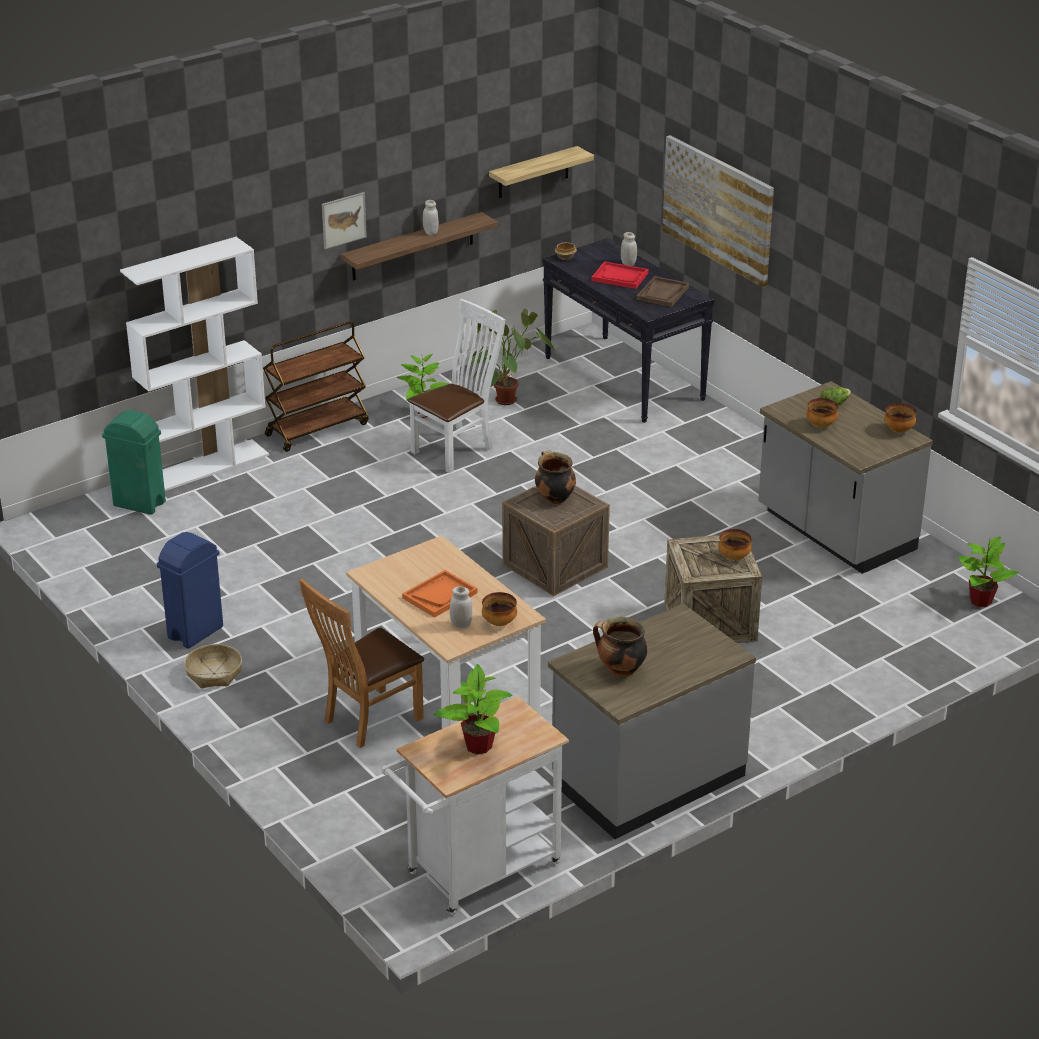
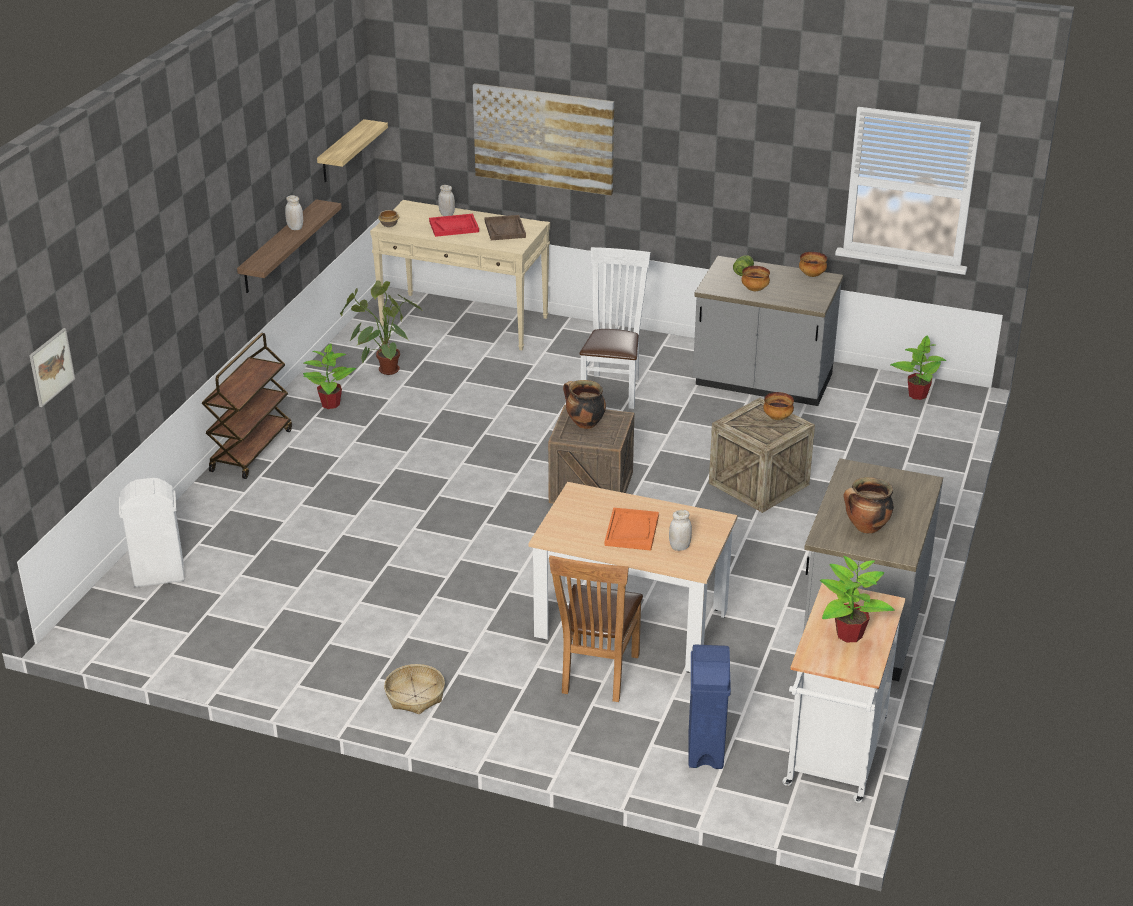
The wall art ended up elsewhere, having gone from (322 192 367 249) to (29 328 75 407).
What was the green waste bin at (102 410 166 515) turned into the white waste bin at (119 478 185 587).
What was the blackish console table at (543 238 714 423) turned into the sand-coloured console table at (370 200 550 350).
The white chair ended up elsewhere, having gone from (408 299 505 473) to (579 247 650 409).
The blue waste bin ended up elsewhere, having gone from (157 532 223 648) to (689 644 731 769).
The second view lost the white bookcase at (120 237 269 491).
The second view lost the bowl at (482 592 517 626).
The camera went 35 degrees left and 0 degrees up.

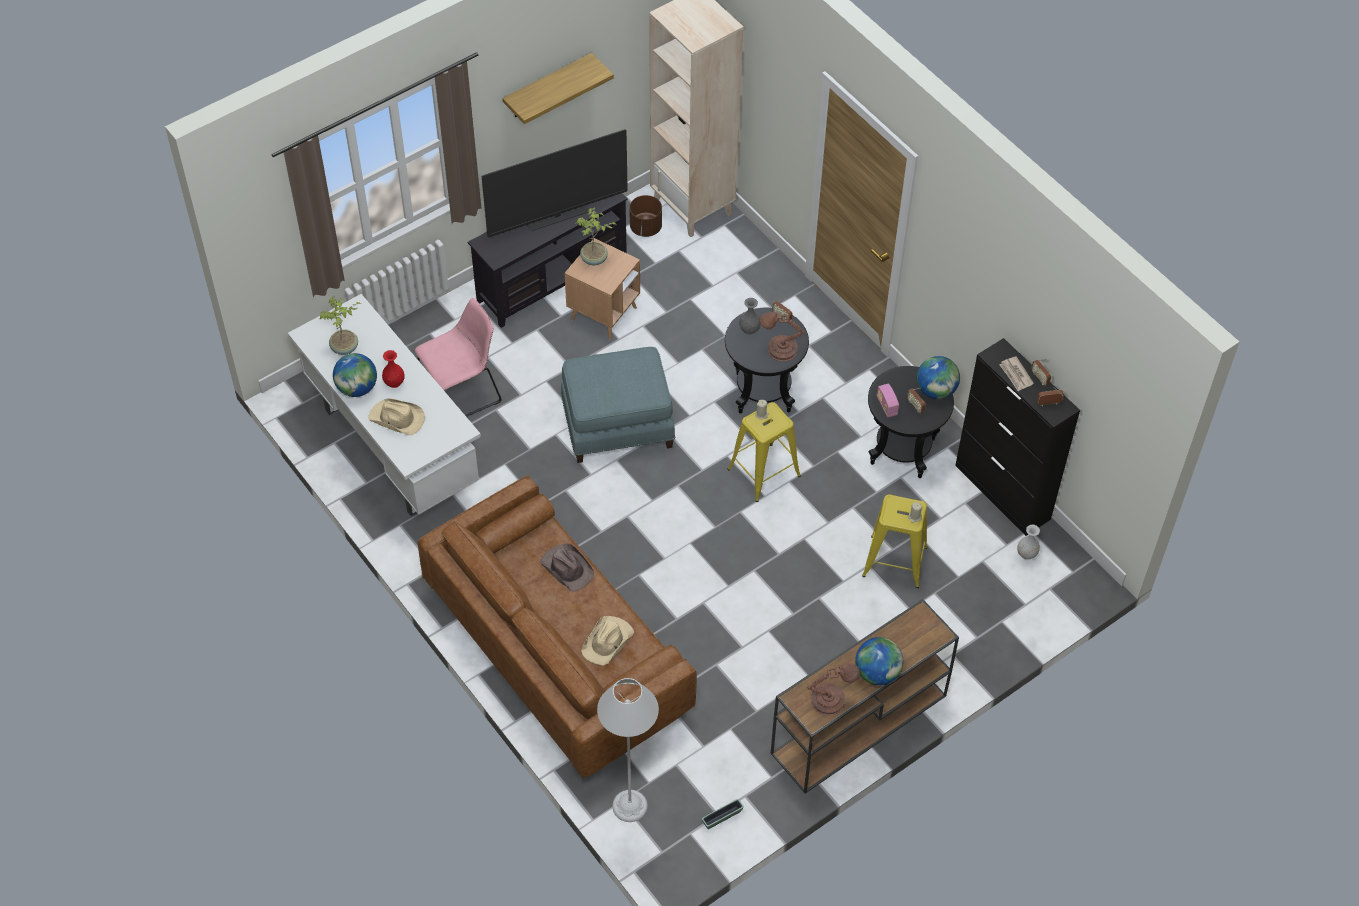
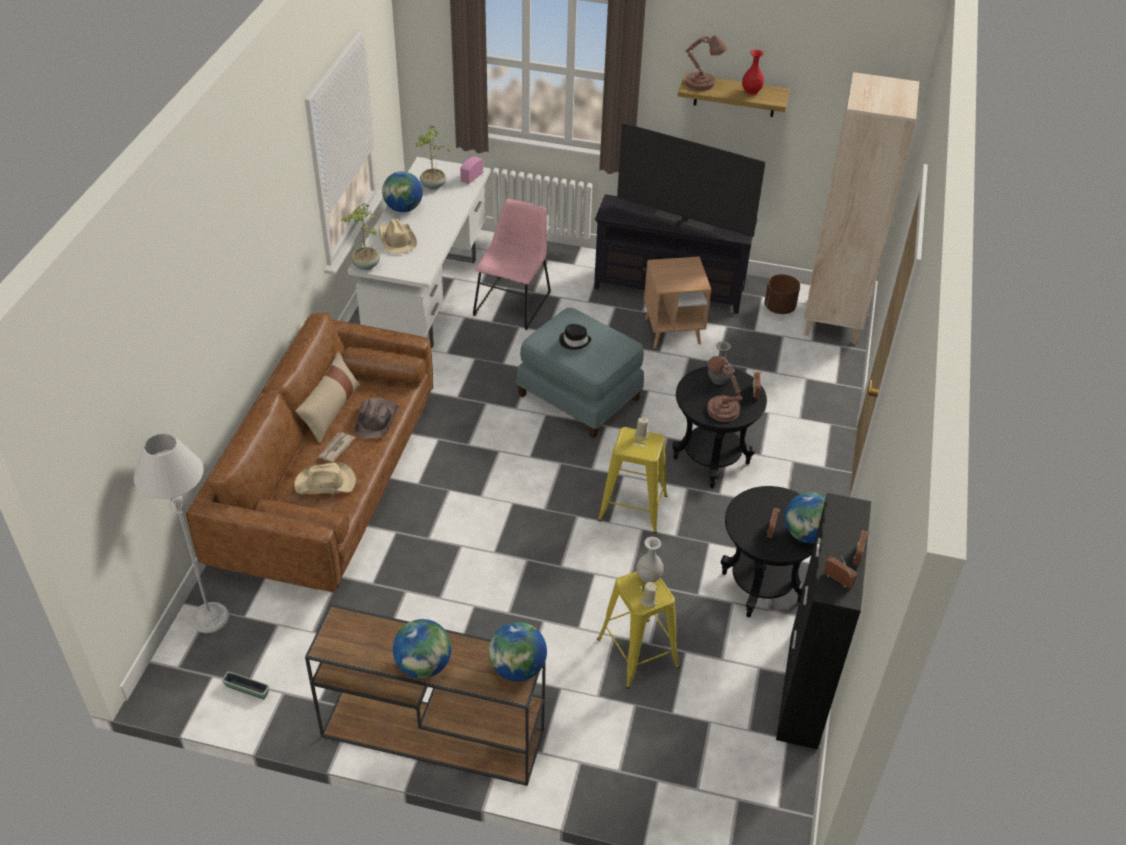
The second view gained the sand-coloured throw pillow at (295 352 360 444).
The newspaper ended up elsewhere, having gone from (999 356 1034 391) to (318 432 356 462).
The potted plant ended up elsewhere, having gone from (576 207 617 265) to (341 203 380 270).
The radio set ended up elsewhere, having gone from (877 384 899 418) to (460 156 483 184).
The pinkish chair at (415 298 502 417) ended up facing another way, 90 degrees counterclockwise from before.
The second view gained the desk globe at (489 622 547 681).
The second view gained the blackish wearable hat at (559 324 591 350).
The white vase ended up elsewhere, having gone from (1017 525 1040 560) to (636 537 664 583).
The brownish lamp for a table ended up elsewhere, having gone from (807 663 860 716) to (685 35 727 91).
The red-coloured vase ended up elsewhere, having gone from (382 350 405 388) to (742 50 764 95).
The camera went 50 degrees right and 10 degrees down.

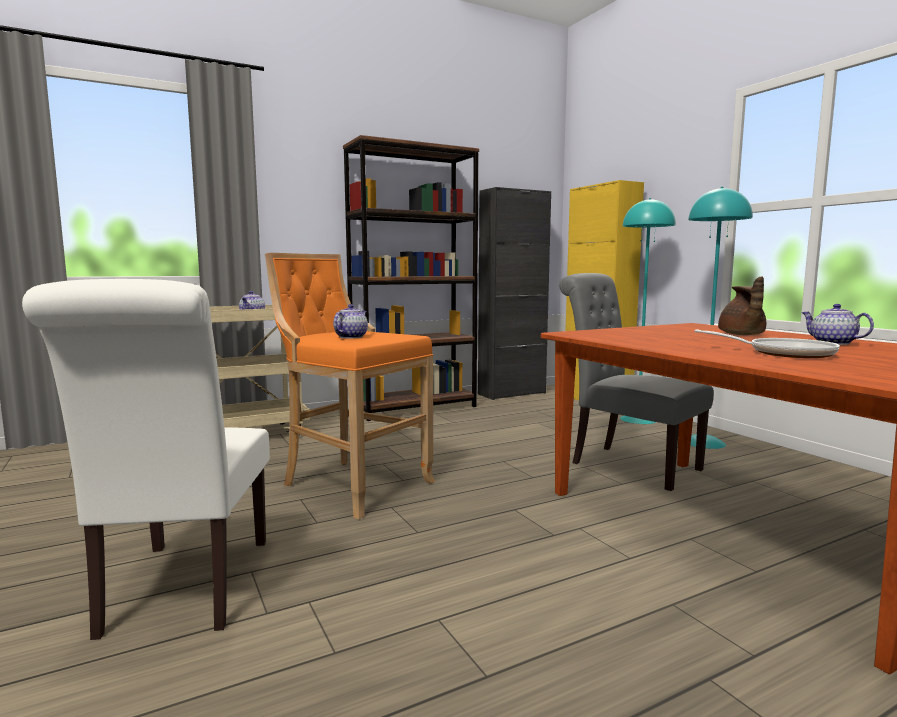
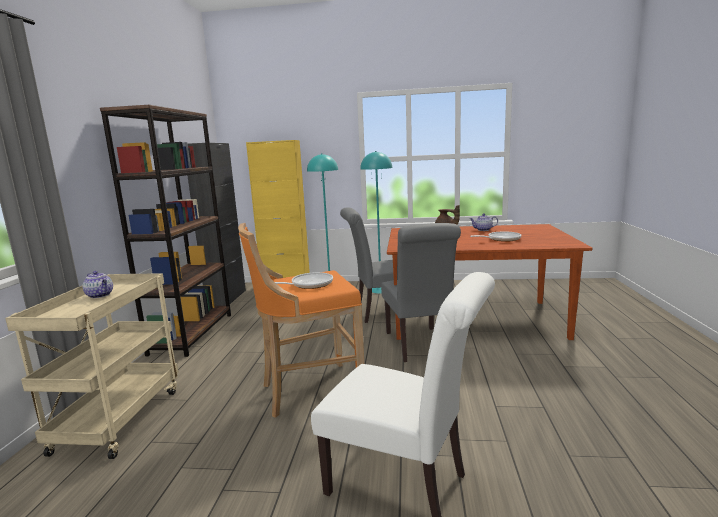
Where the teapot stood at (333 304 368 339), the pan came to stand at (275 272 333 289).
The second view gained the gray chair at (381 223 461 362).
The camera went 55 degrees left and 5 degrees up.

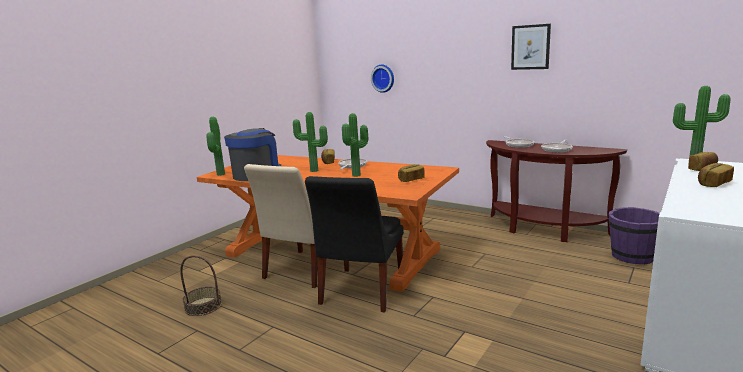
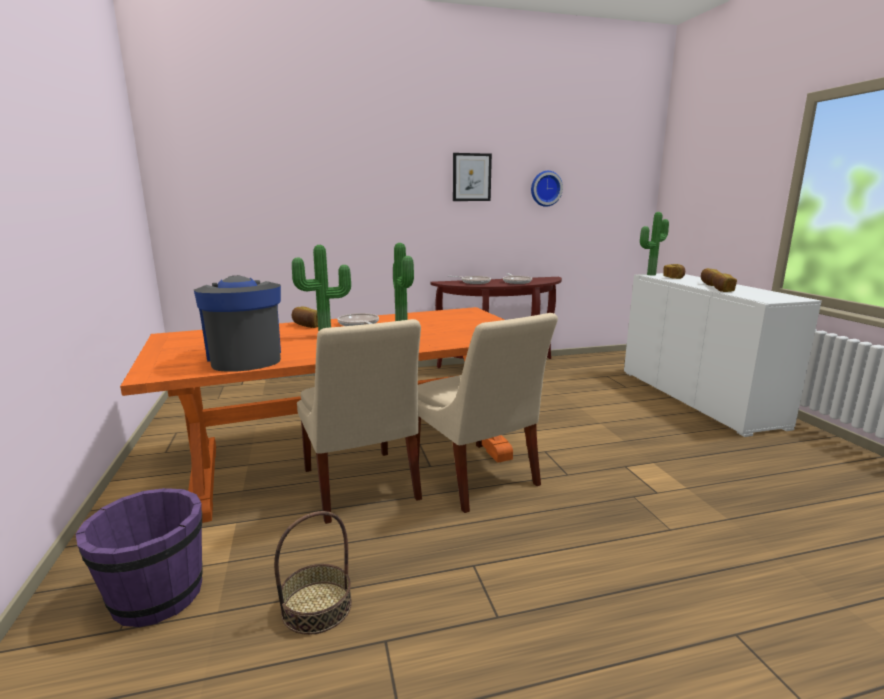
The purplish pail ended up elsewhere, having gone from (608 207 660 265) to (76 488 203 627).
What was the blackish chair at (305 176 404 312) turned into the sand-coloured chair at (417 313 558 513).
The wall clock ended up elsewhere, having gone from (371 65 394 93) to (531 171 563 207).
The baked bread ended up elsewhere, having gone from (398 164 425 182) to (712 273 737 292).
The second view lost the potted plant at (206 117 225 176).
The camera went 50 degrees left and 0 degrees up.

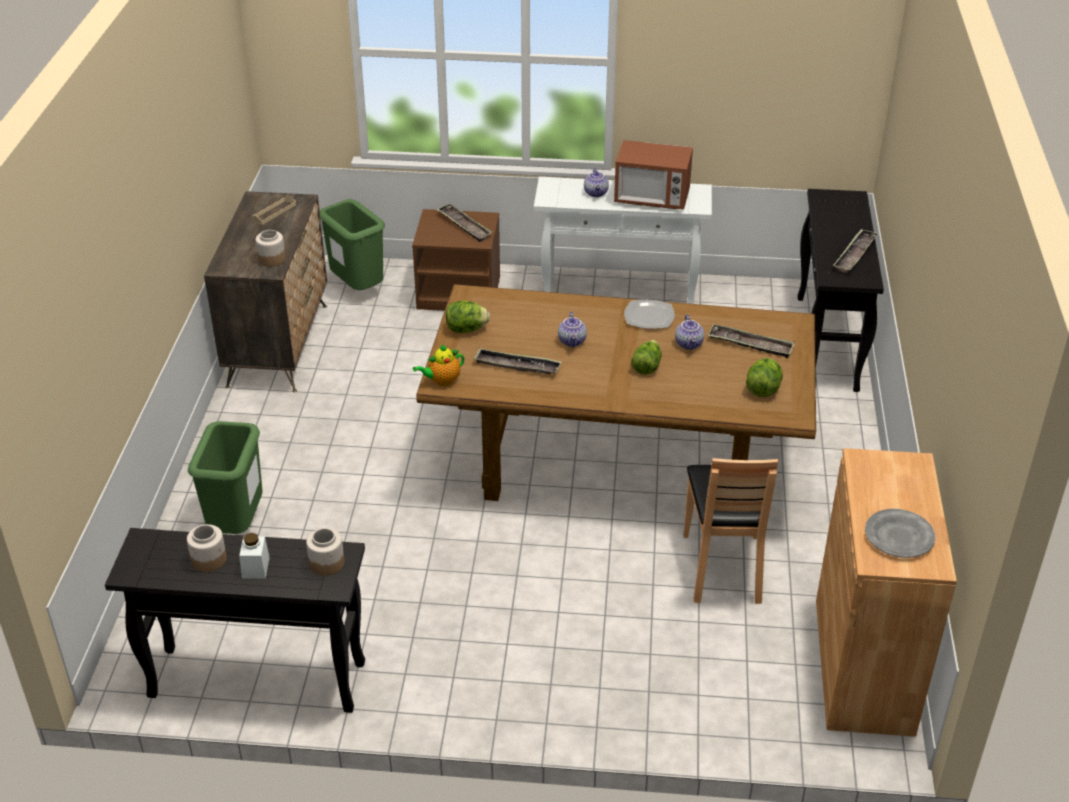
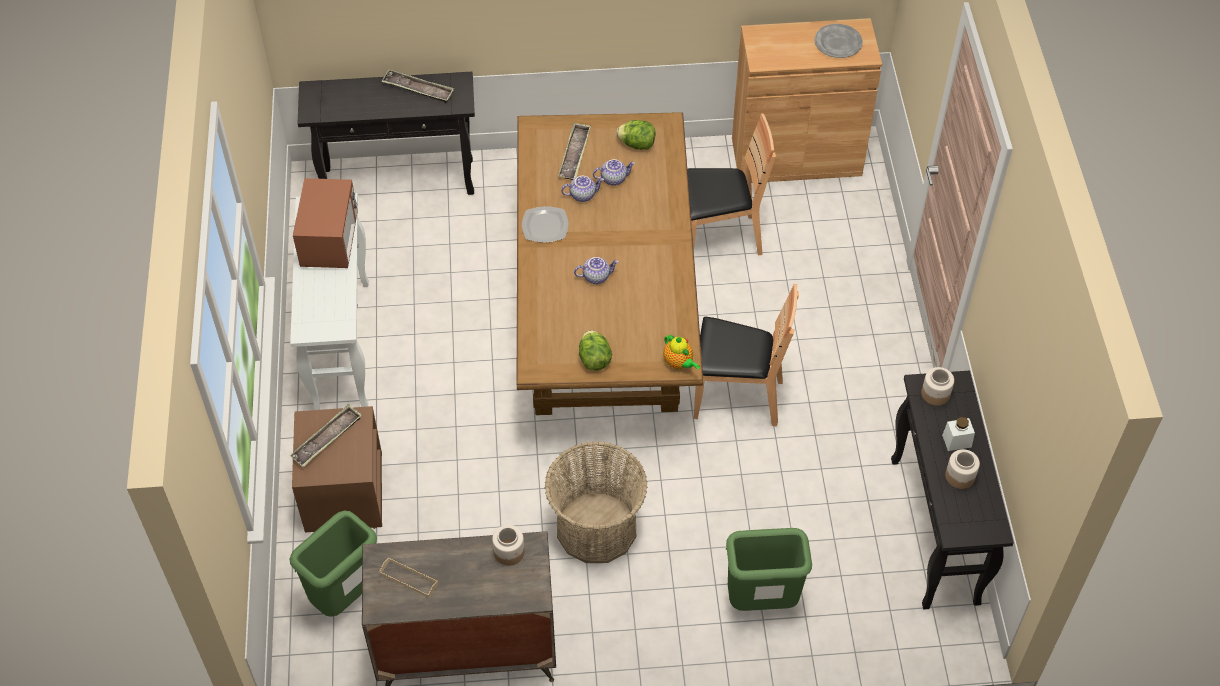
The second view gained the household basket at (544 441 648 563).
The teapot ended up elsewhere, having gone from (584 168 609 197) to (593 159 635 186).
The second view gained the brownish chair at (693 284 799 427).
The second view lost the tray at (473 348 562 374).
The second view lost the lettuce head at (631 340 662 375).
The camera went 100 degrees left and 15 degrees up.

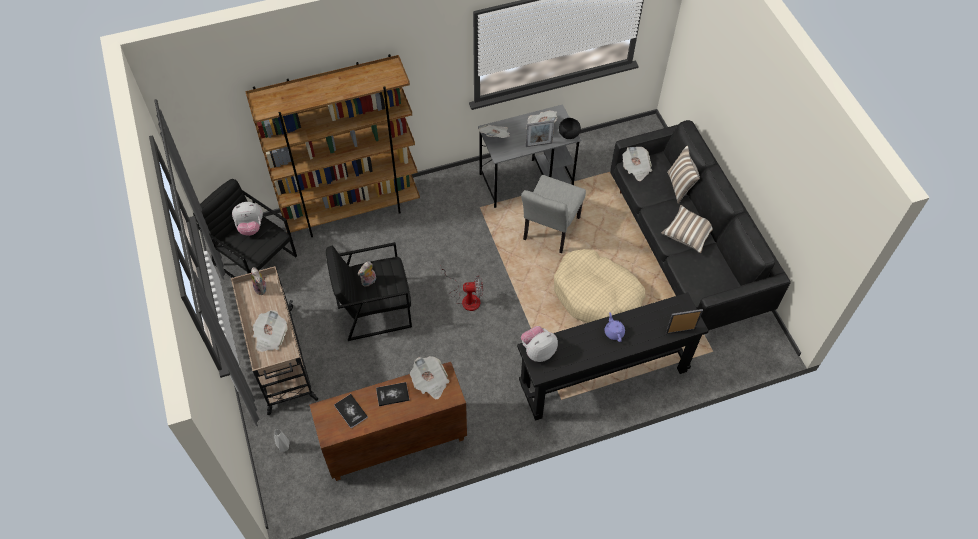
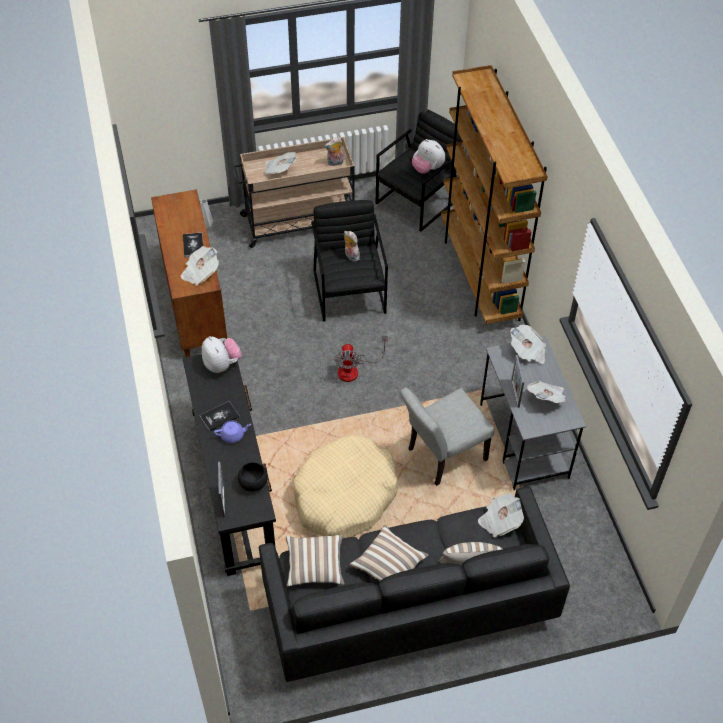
The book ended up elsewhere, having gone from (334 394 368 428) to (200 401 240 432).
The blackish bowl ended up elsewhere, having gone from (559 118 581 139) to (238 462 268 492).
The second view gained the throw pillow at (286 534 345 587).
The gray chair at (521 175 586 253) ended up facing another way, 60 degrees counterclockwise from before.
The plush toy at (232 202 263 236) ended up facing another way, 45 degrees counterclockwise from before.
The camera went 95 degrees right and 5 degrees down.

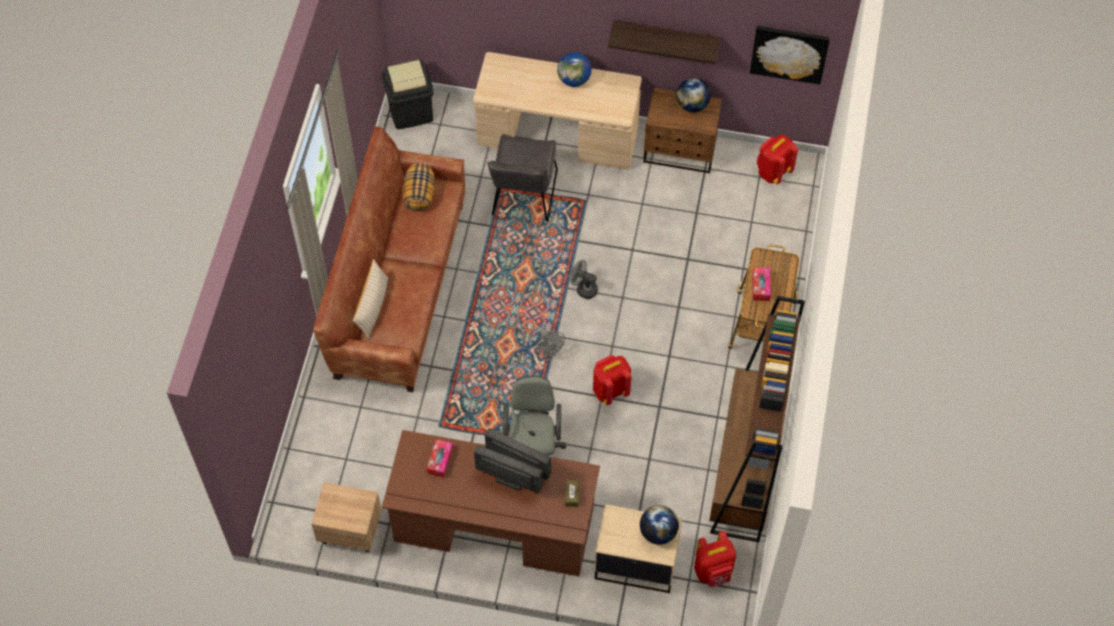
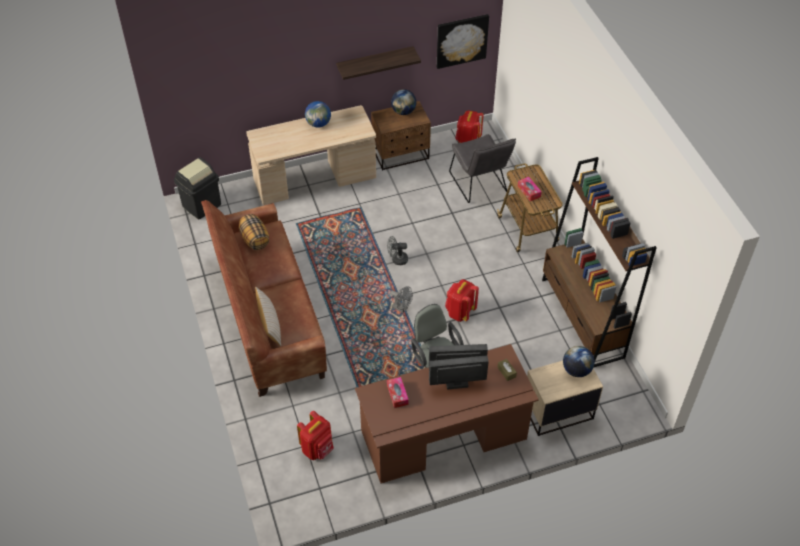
The red-coloured backpack ended up elsewhere, having gone from (694 531 736 587) to (297 411 334 460).
The gray chair ended up elsewhere, having gone from (487 134 558 222) to (449 134 516 203).
The second view lost the sand-coloured bedside table at (311 482 382 552).
The camera went 30 degrees left and 10 degrees down.

